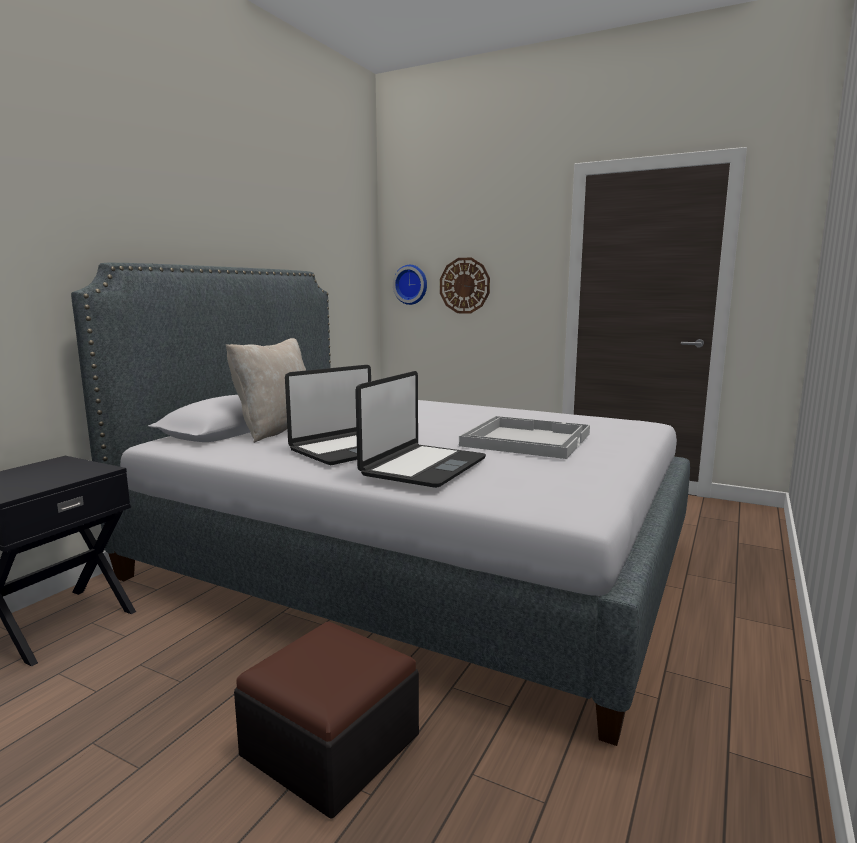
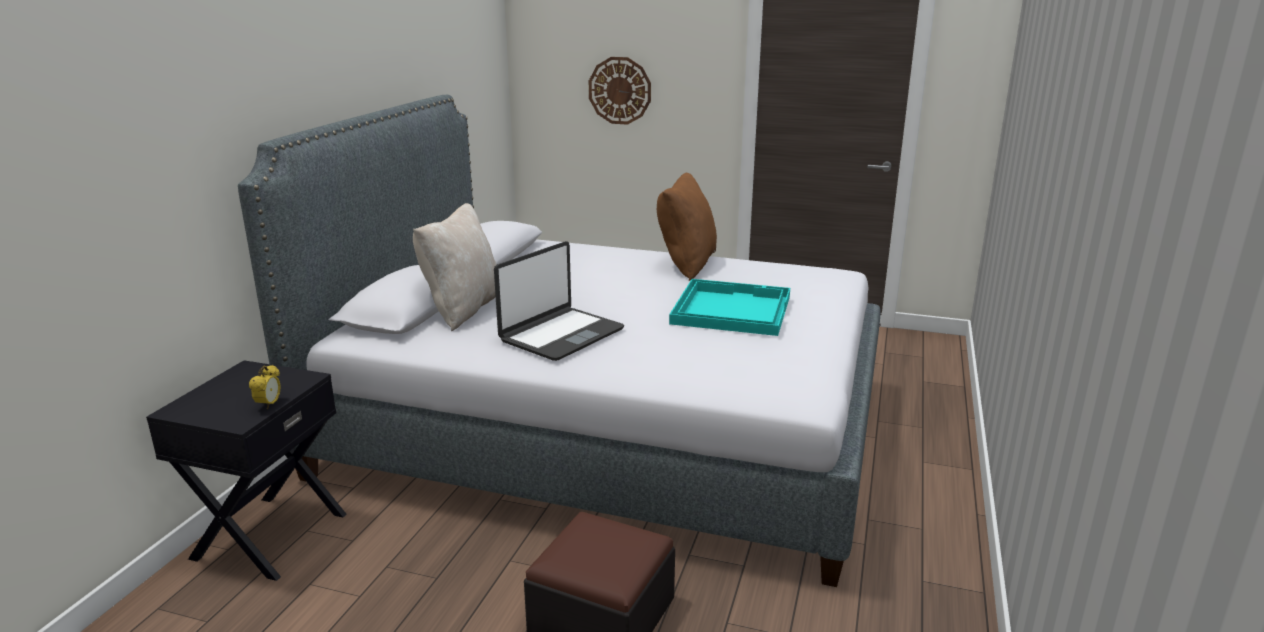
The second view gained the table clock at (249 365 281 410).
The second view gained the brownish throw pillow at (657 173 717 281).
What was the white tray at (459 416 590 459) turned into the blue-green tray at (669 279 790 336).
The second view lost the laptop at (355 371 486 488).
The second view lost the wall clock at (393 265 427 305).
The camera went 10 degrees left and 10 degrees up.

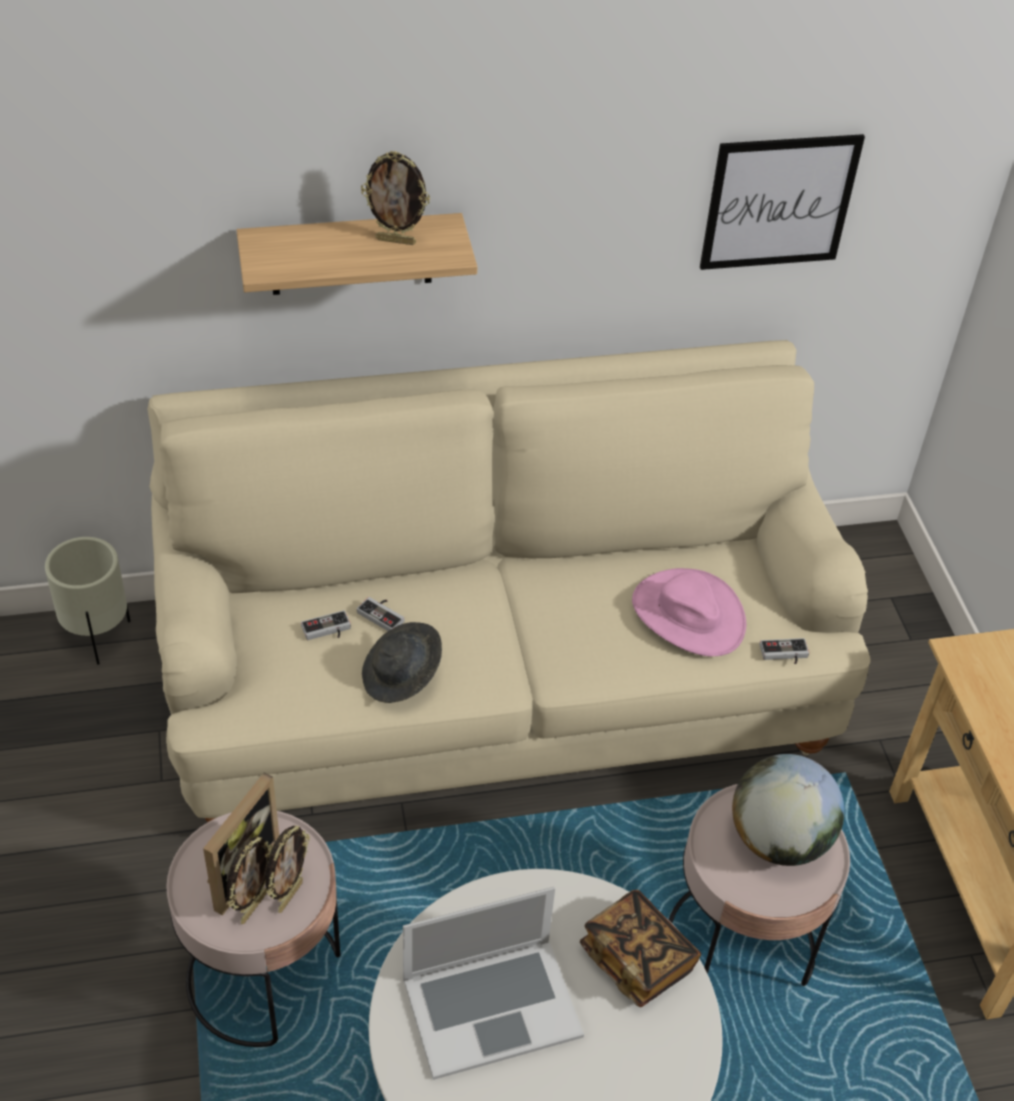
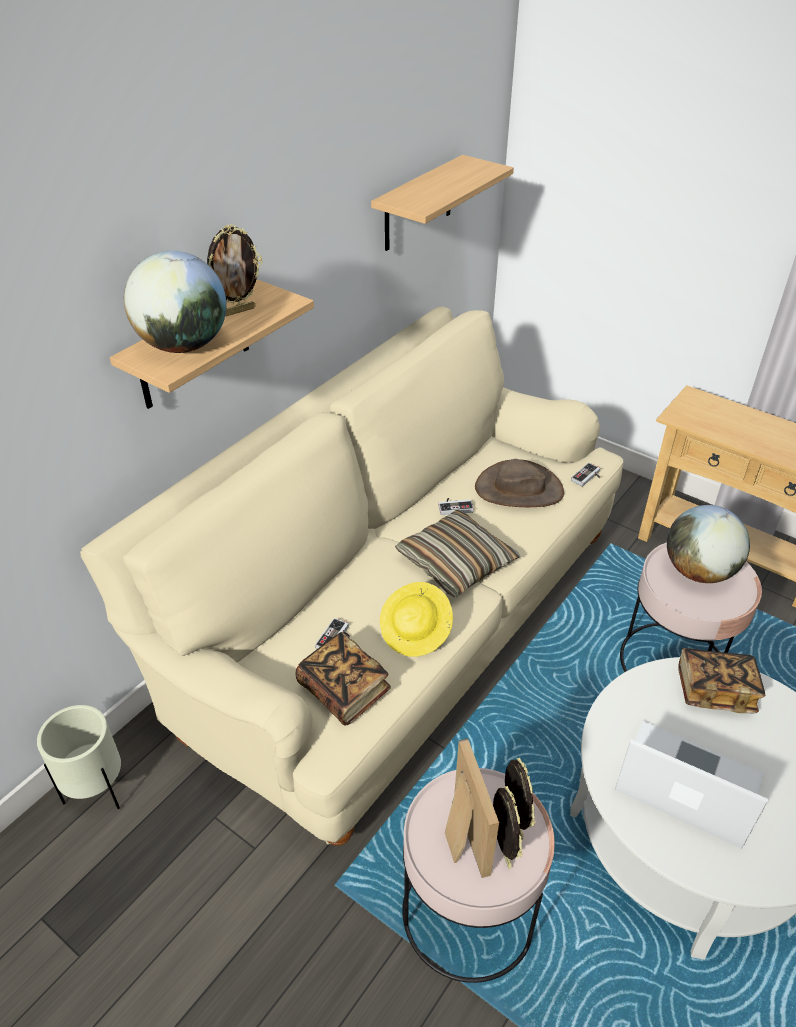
The second view gained the desk globe at (124 251 226 353).
The second view gained the book at (295 632 391 725).
Where the wall art hung at (700 134 865 270), the bracket shelf came to hang at (371 155 514 251).
What was the gray wearable hat at (362 622 442 703) turned into the yellow-coloured wearable hat at (380 582 453 657).
The second view gained the throw pillow at (395 509 520 598).
The gamepad ended up elsewhere, having gone from (357 597 405 631) to (438 498 474 515).
What was the pinkish wearable hat at (632 568 746 656) turned into the brownish wearable hat at (475 459 564 507).
The laptop at (403 887 584 1080) ended up facing another way, 90 degrees counterclockwise from before.
The camera went 40 degrees left and 5 degrees down.

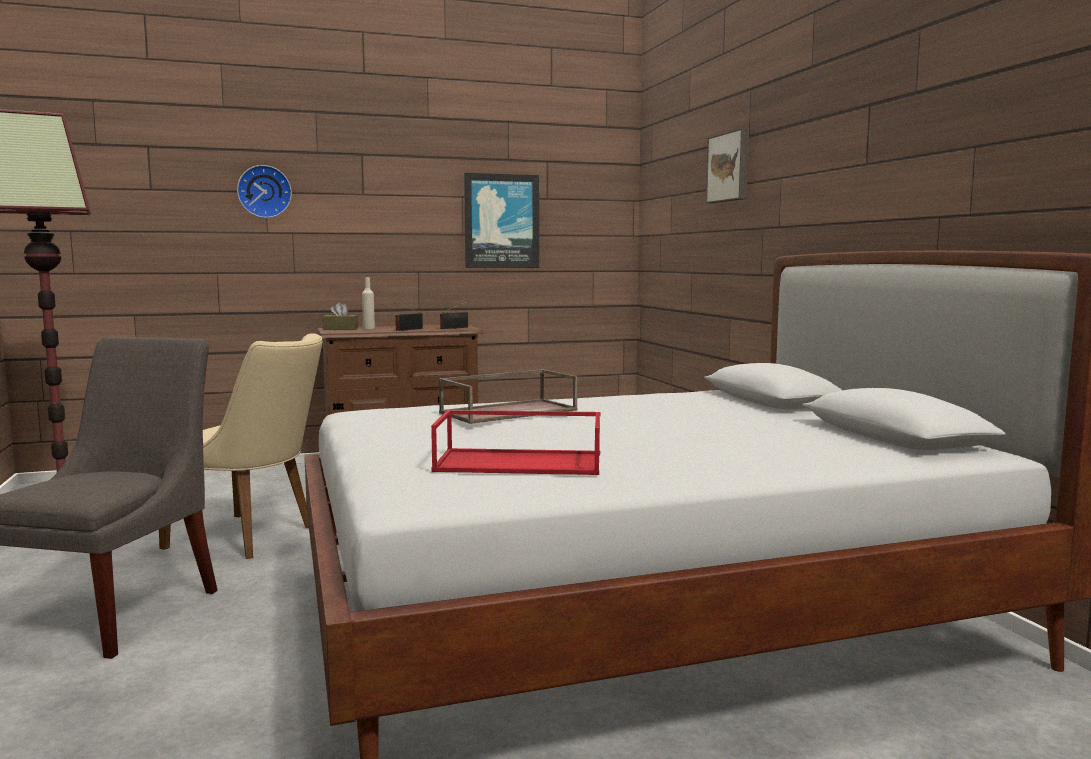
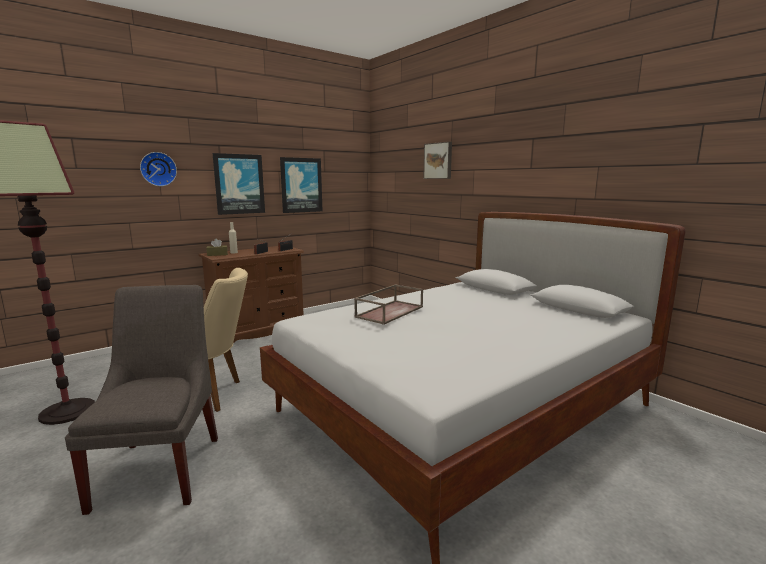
The second view gained the wall art at (213 153 265 215).
The second view lost the red-coloured tray at (431 410 601 475).
The camera went 20 degrees left and 5 degrees up.

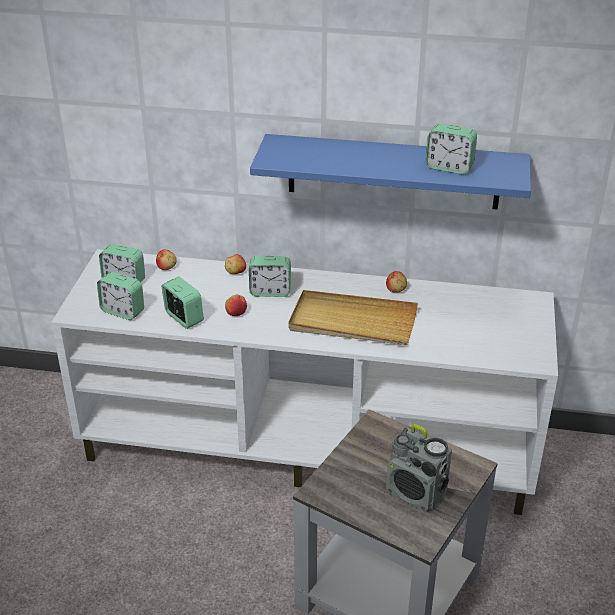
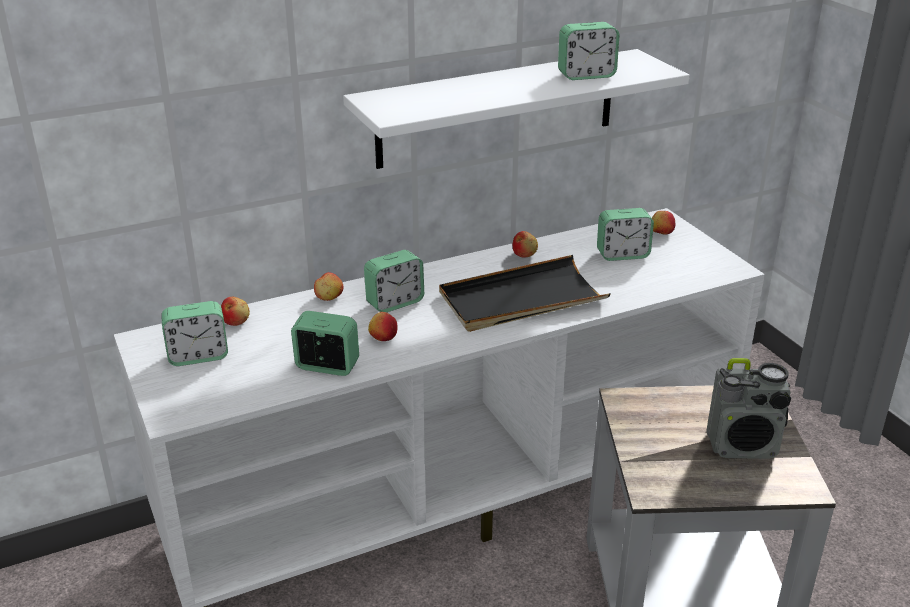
What was the blue bracket shelf at (250 134 531 210) turned into the white bracket shelf at (343 49 690 169).
What was the sand-coloured tray at (288 290 418 345) turned into the blackish tray at (439 255 611 332).
The table clock ended up elsewhere, having gone from (97 272 144 320) to (597 208 654 261).
The second view gained the apple fruit at (652 211 675 235).
The camera went 35 degrees left and 5 degrees down.

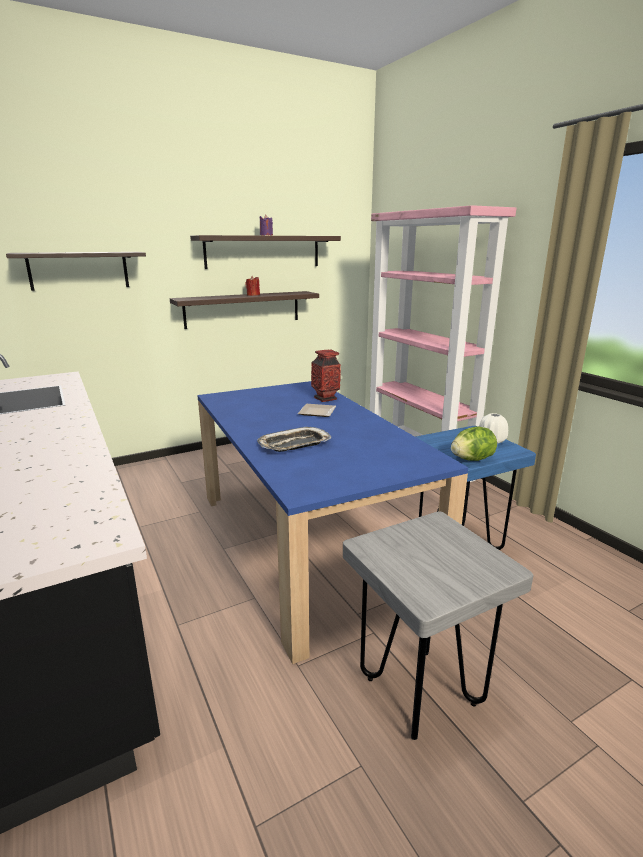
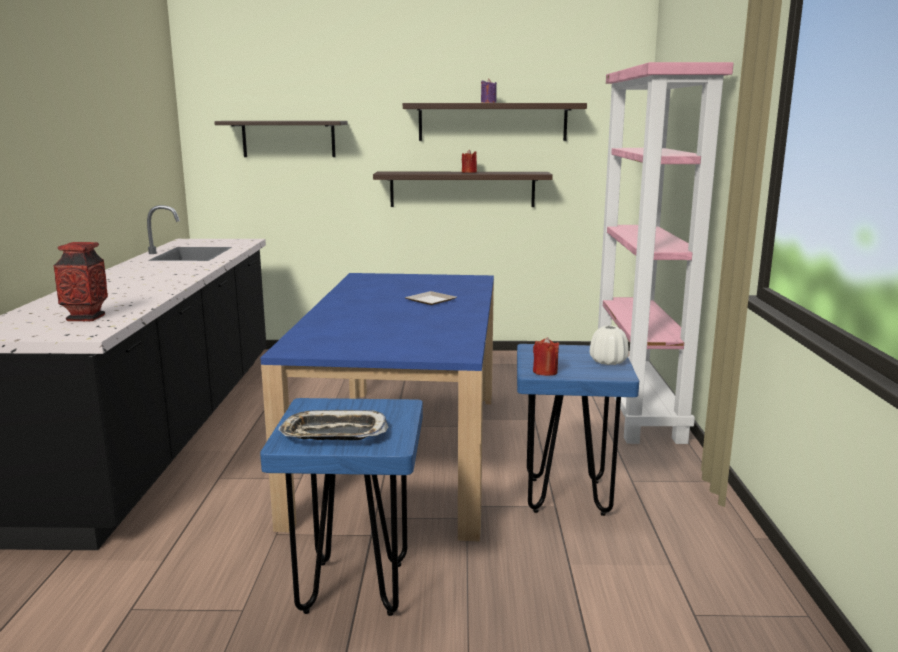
The vase ended up elsewhere, having gone from (311 349 341 402) to (54 242 108 321).
What was the gray stool at (343 511 534 740) turned into the blue stool at (260 398 423 616).
The tray ended up elsewhere, having gone from (257 427 331 452) to (279 410 388 440).
Where the lettuce head stood at (451 426 497 461), the red-coloured wax light came to stand at (533 337 559 376).
The camera went 30 degrees right and 5 degrees down.

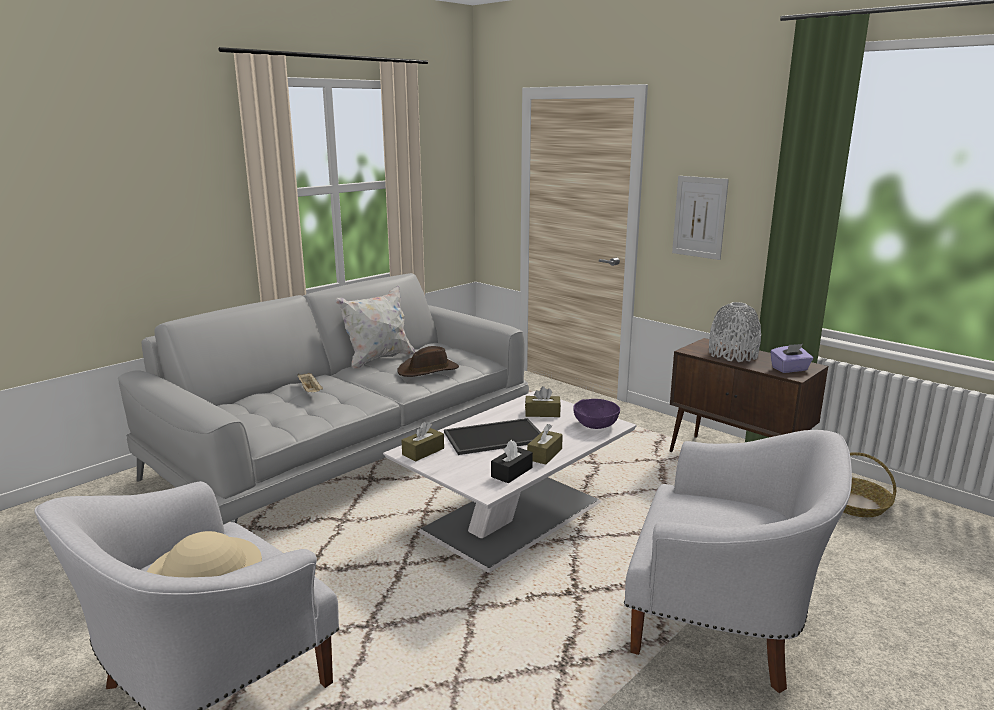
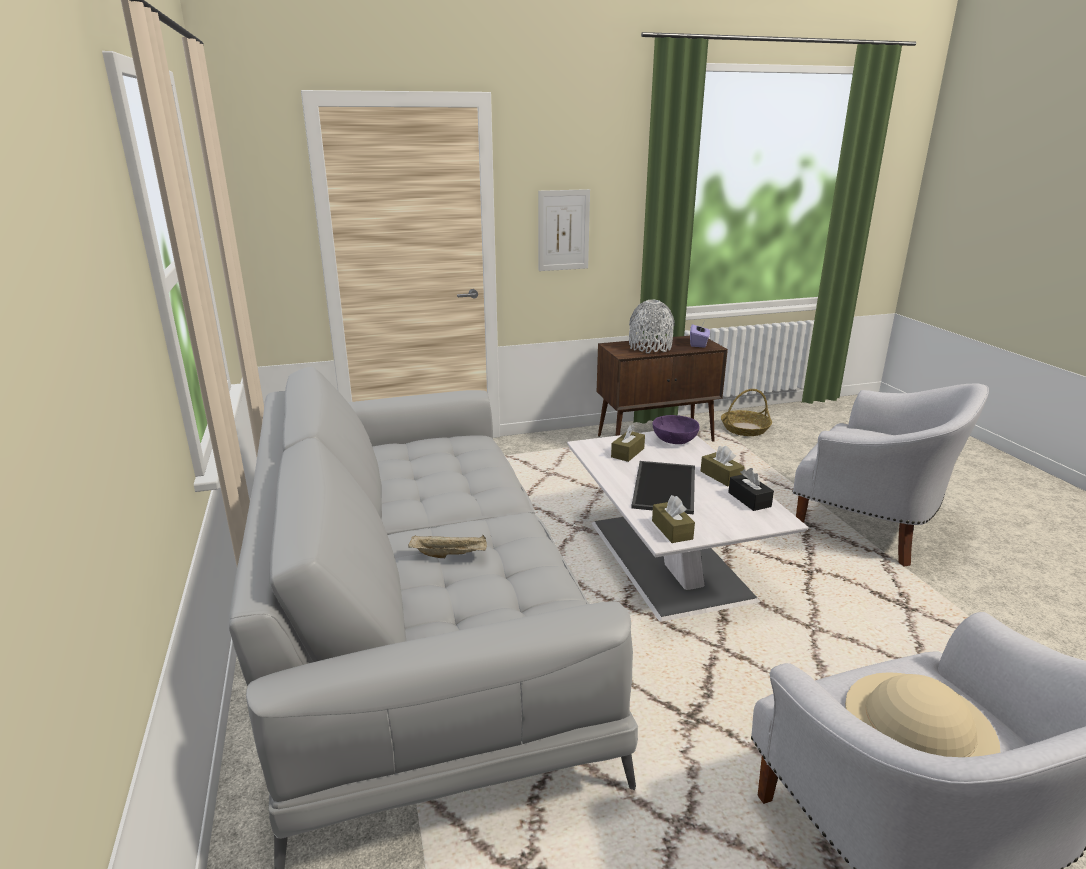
The white armchair at (624 430 852 693) ended up facing another way, 75 degrees clockwise from before.
The second view lost the white throw pillow at (335 286 415 369).
The second view lost the brownish wearable hat at (397 346 459 377).
The camera went 60 degrees left and 5 degrees up.

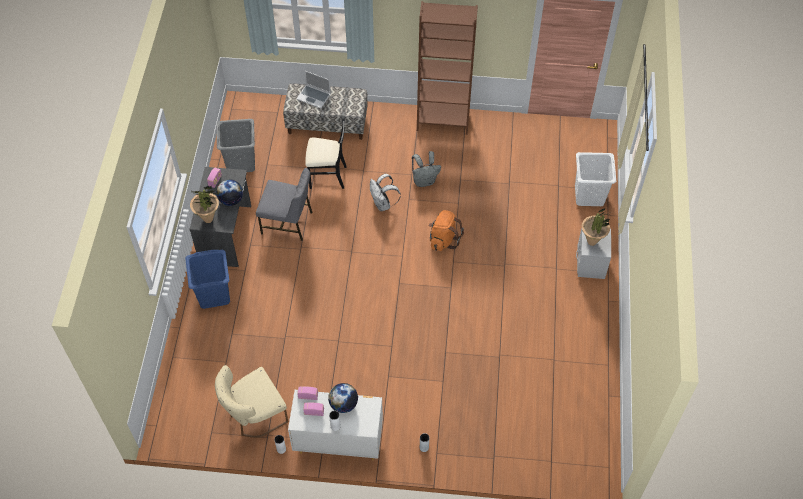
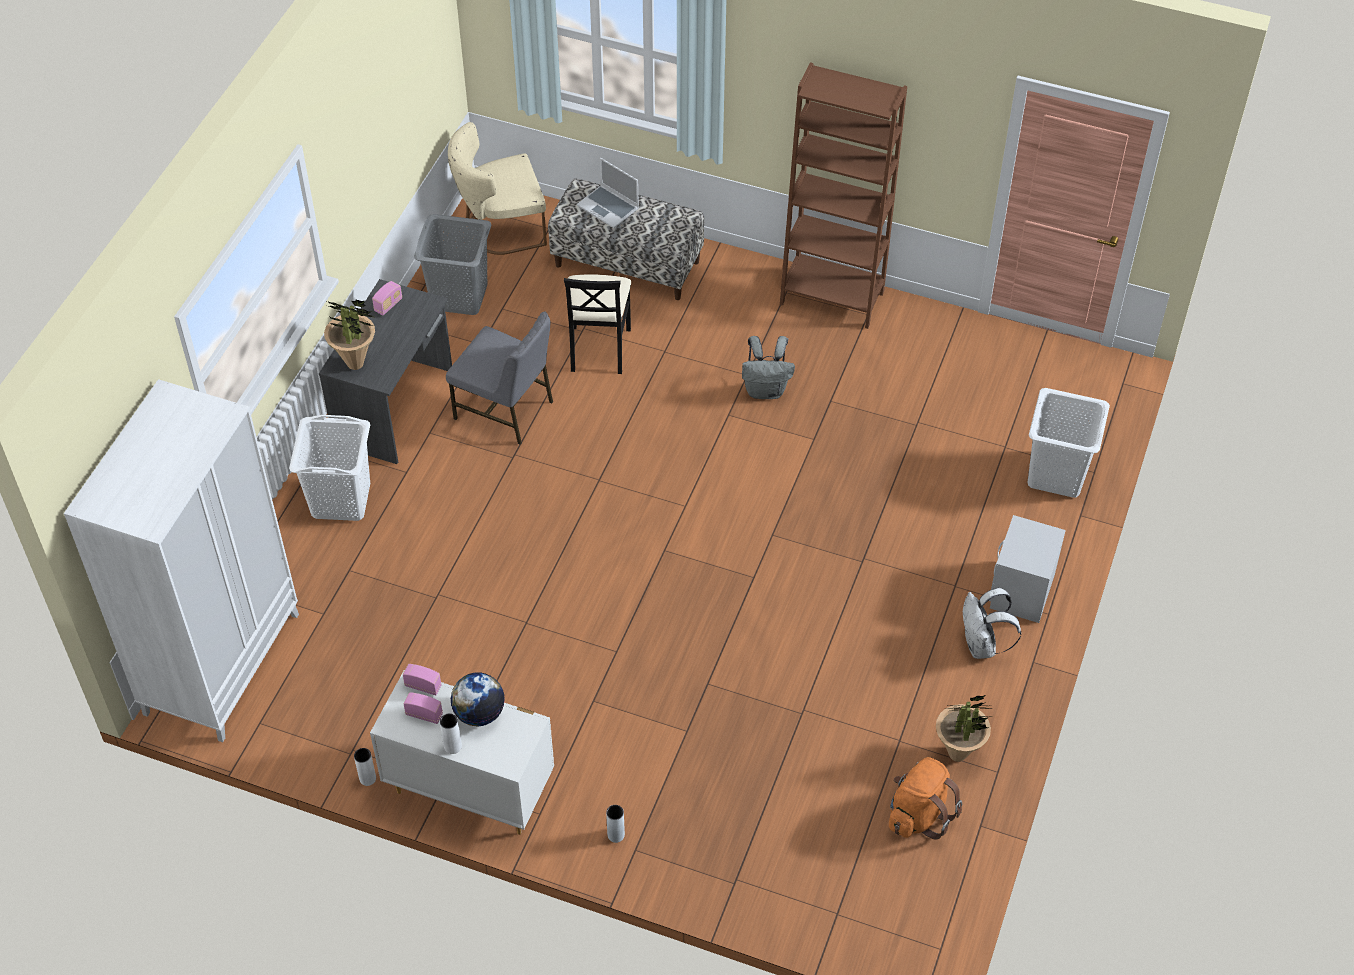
The second view gained the white armoire at (64 379 299 742).
What was the blue washing basket at (185 250 230 309) turned into the white washing basket at (289 415 370 521).
The sand-coloured chair ended up elsewhere, having gone from (215 365 289 438) to (448 122 547 255).
The blackish chair at (305 118 347 189) ended up facing another way, 75 degrees clockwise from before.
The orange backpack ended up elsewhere, having gone from (429 210 464 251) to (889 757 962 840).
The potted plant ended up elsewhere, having gone from (582 208 612 246) to (936 695 994 762).
The white backpack ended up elsewhere, having gone from (370 174 401 211) to (963 588 1021 659).
The second view lost the desk globe at (216 179 243 206).
The camera went 15 degrees right and 5 degrees down.

